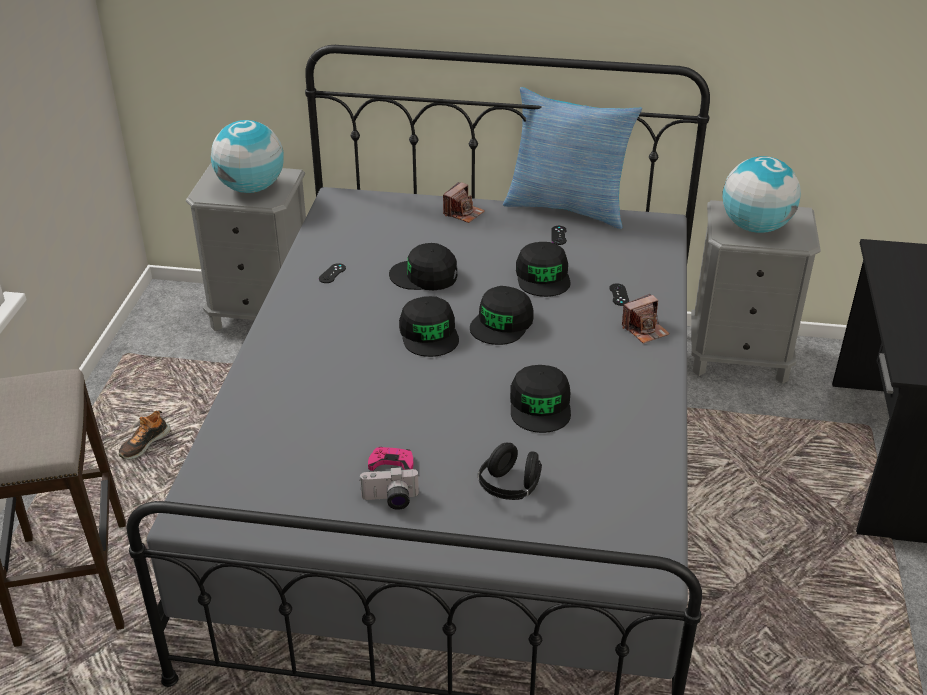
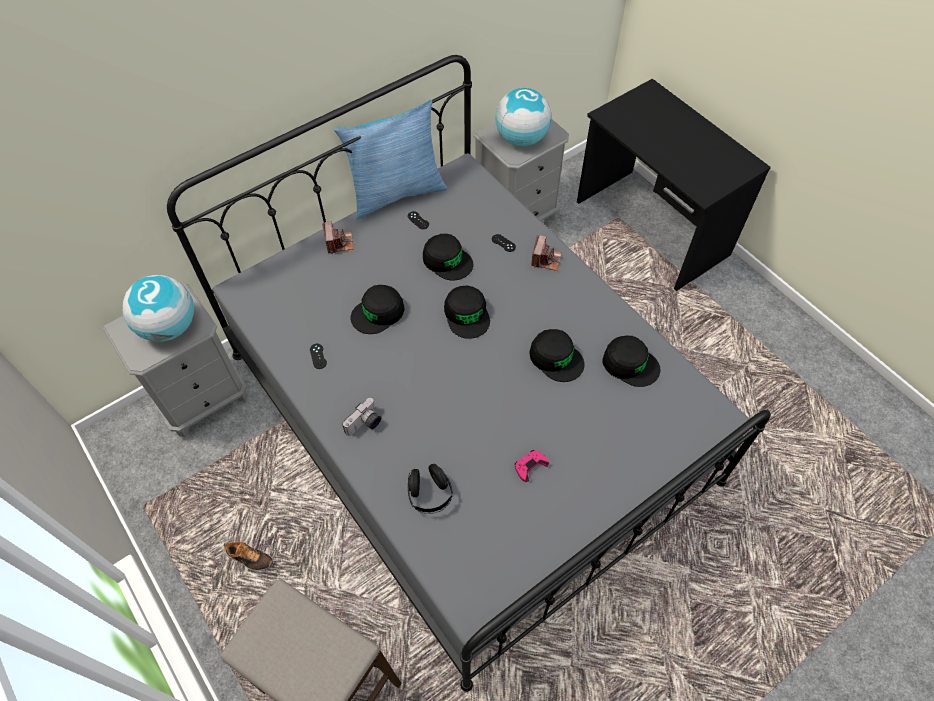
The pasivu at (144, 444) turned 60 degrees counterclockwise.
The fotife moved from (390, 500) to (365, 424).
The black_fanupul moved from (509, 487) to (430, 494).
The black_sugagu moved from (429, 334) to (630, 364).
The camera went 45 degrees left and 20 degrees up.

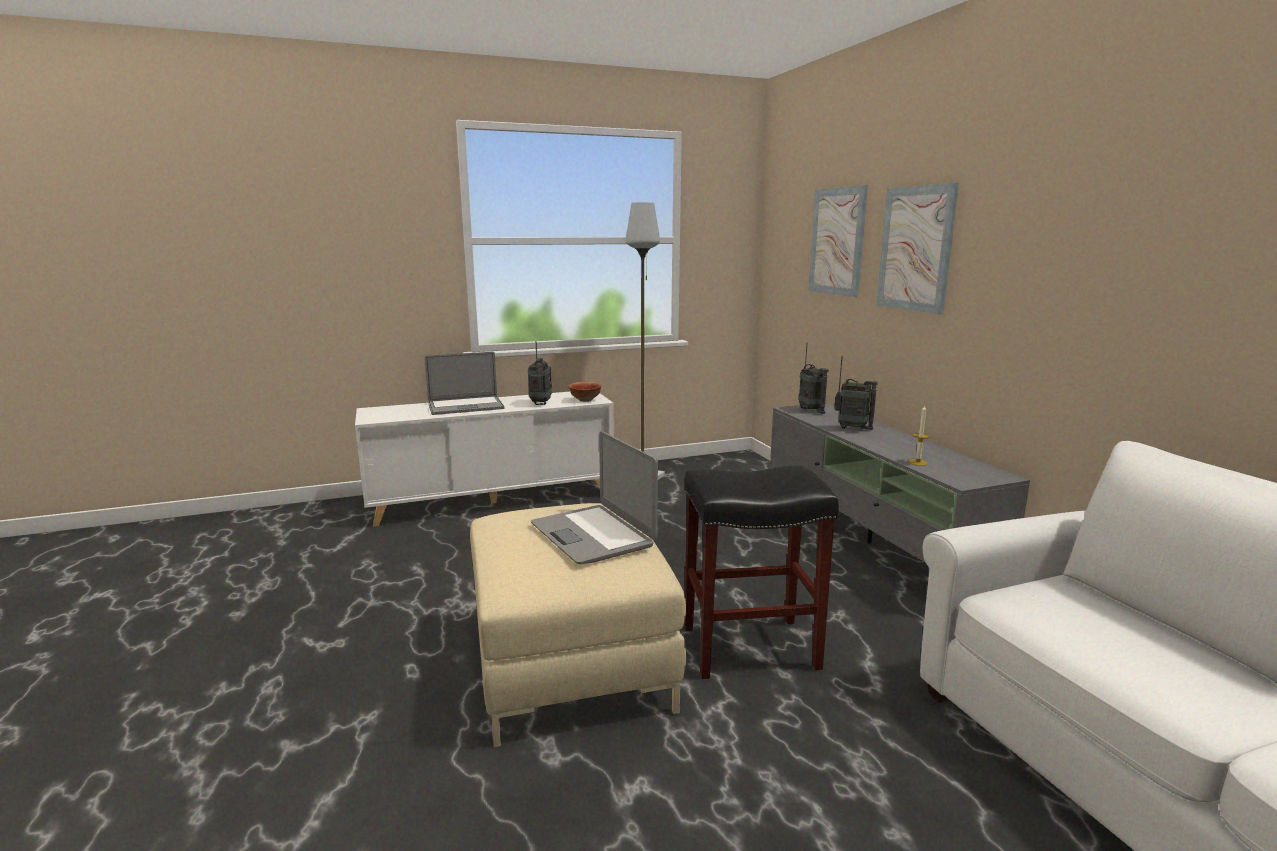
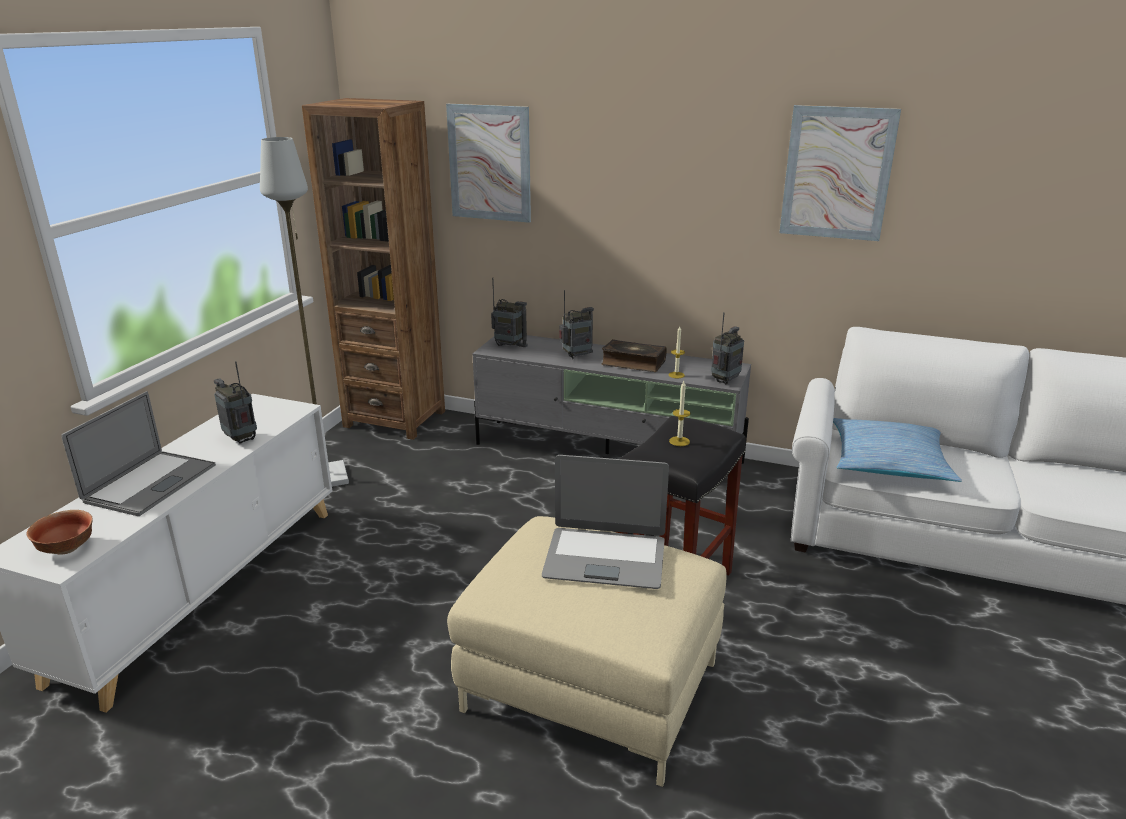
The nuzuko moved from (586, 400) to (68, 548).
The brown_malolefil at (395, 419) appeared.
The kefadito at (633, 363) appeared.
The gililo at (679, 441) appeared.
The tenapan at (725, 380) appeared.
The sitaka moved from (915, 249) to (837, 173).
The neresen at (888, 462) appeared.
The camera went 50 degrees left and 10 degrees up.

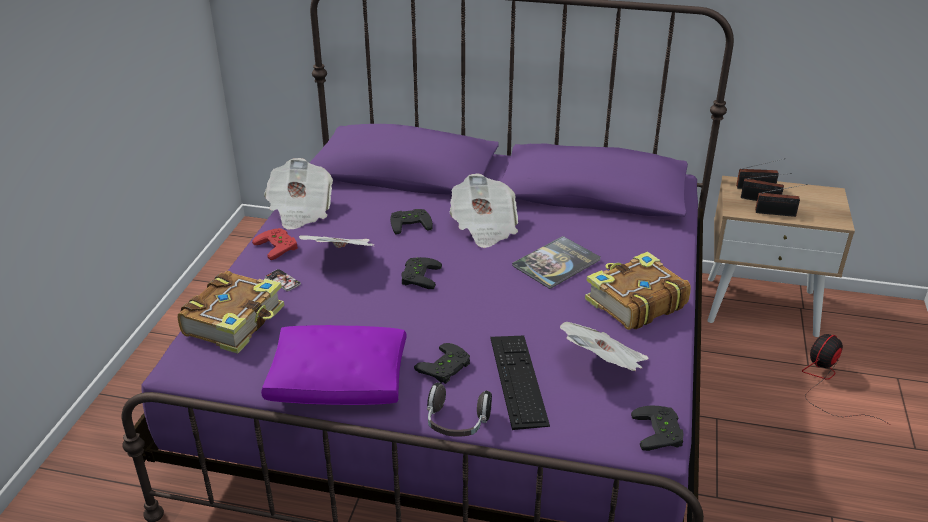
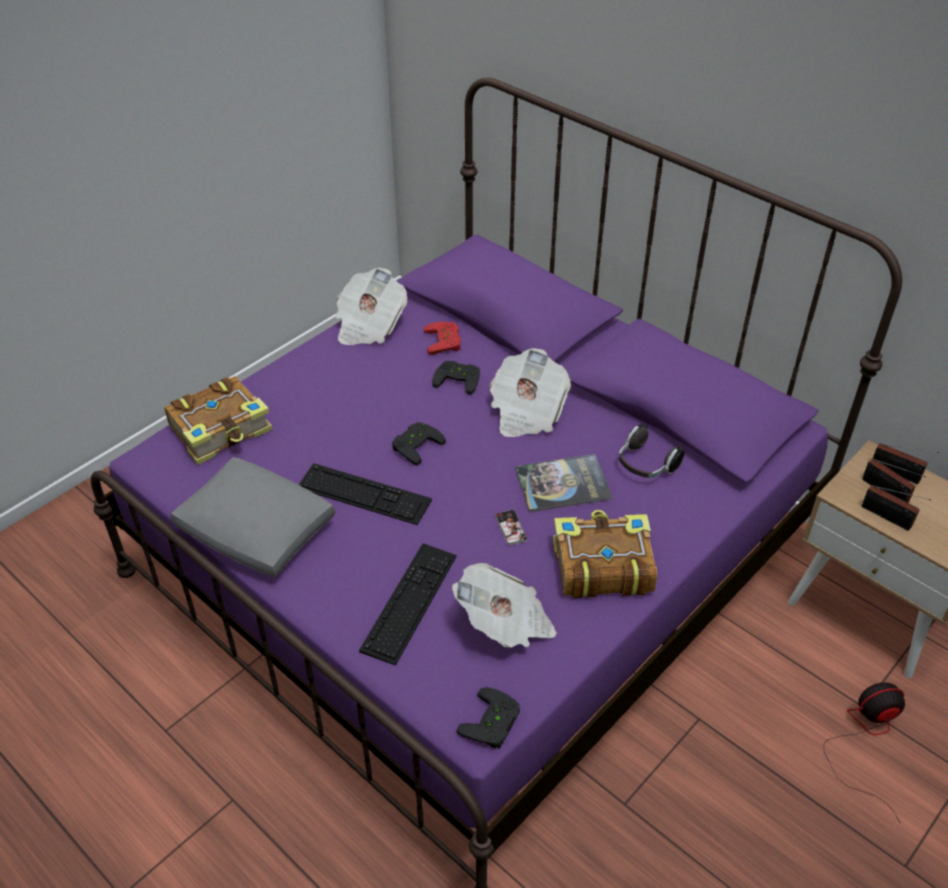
The purple_neresen at (340, 380) became the grey_neresen at (257, 530).
The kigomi at (364, 494) appeared.
The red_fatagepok moved from (279, 246) to (445, 341).
The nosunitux moved from (283, 281) to (510, 528).
The fanupul moved from (457, 424) to (645, 465).
The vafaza at (342, 257) disappeared.
The black_fatagepok at (446, 368) disappeared.
The camera went 30 degrees right and 10 degrees up.

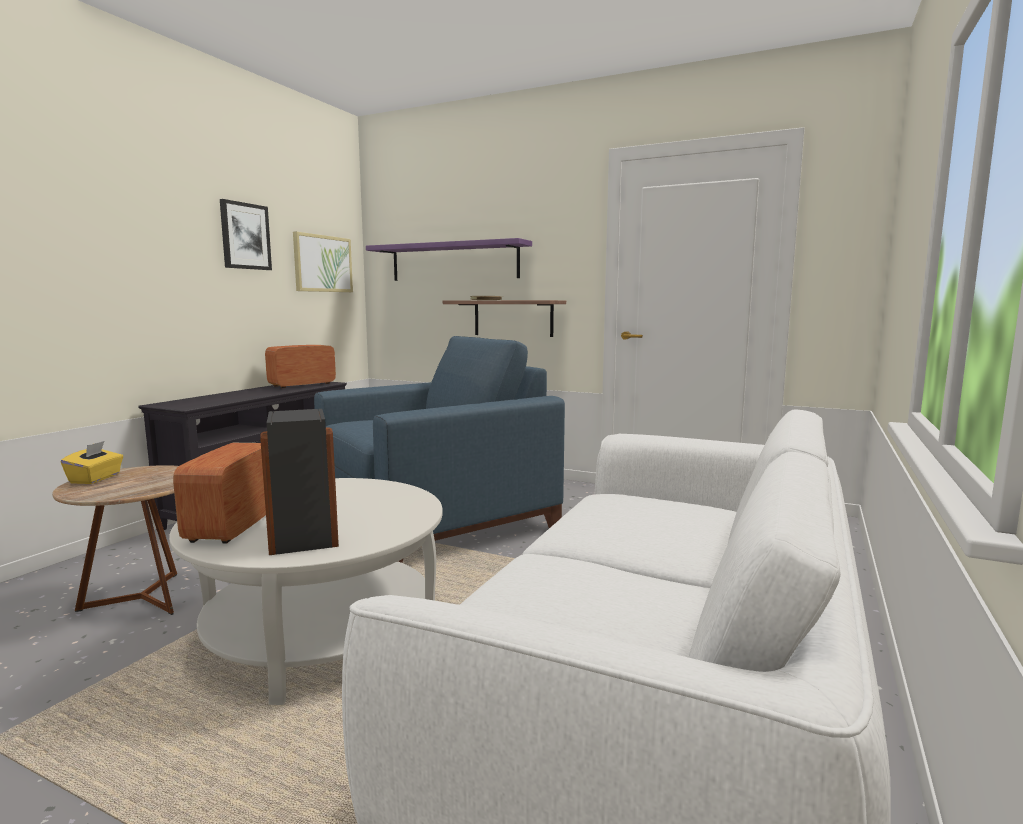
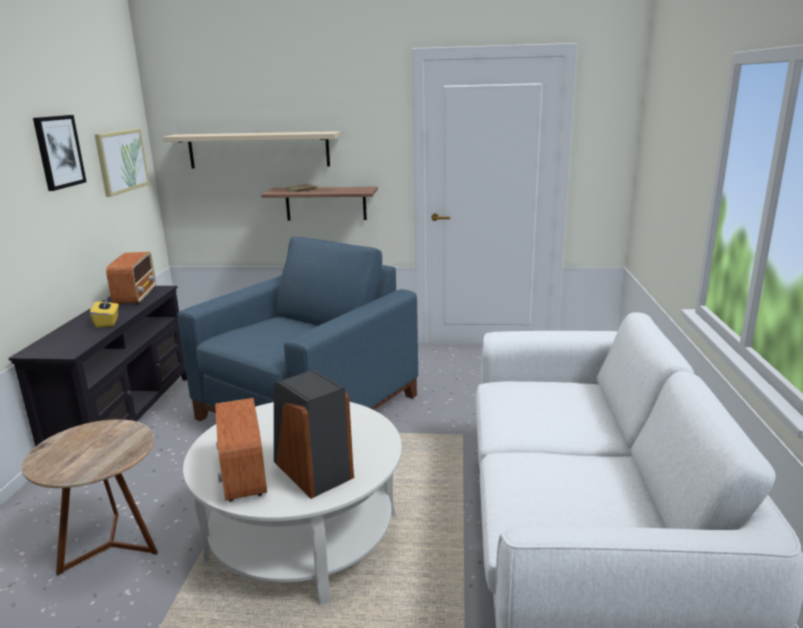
The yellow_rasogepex moved from (95, 479) to (107, 322).
The tenapan at (301, 385) turned 150 degrees clockwise.
The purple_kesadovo at (454, 262) became the beige_kesadovo at (258, 150).
The camera went 20 degrees left and 10 degrees up.

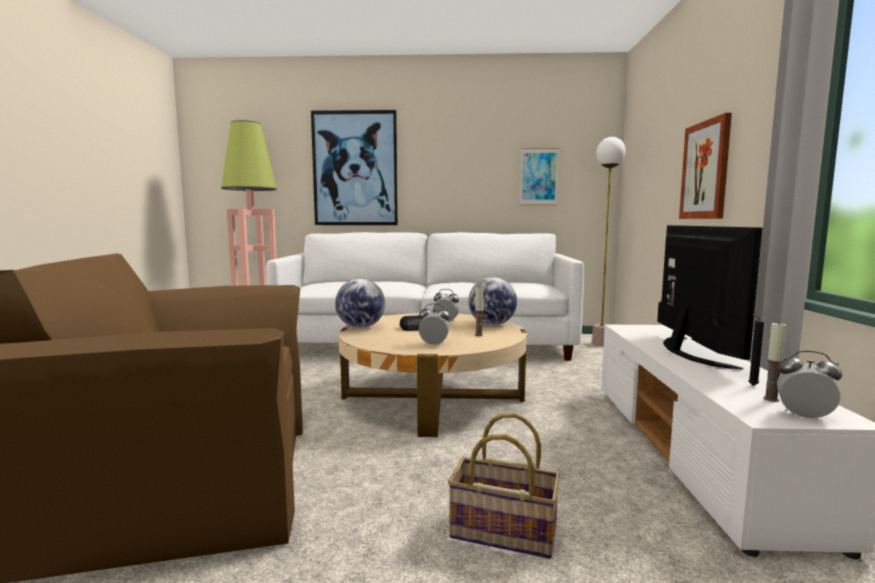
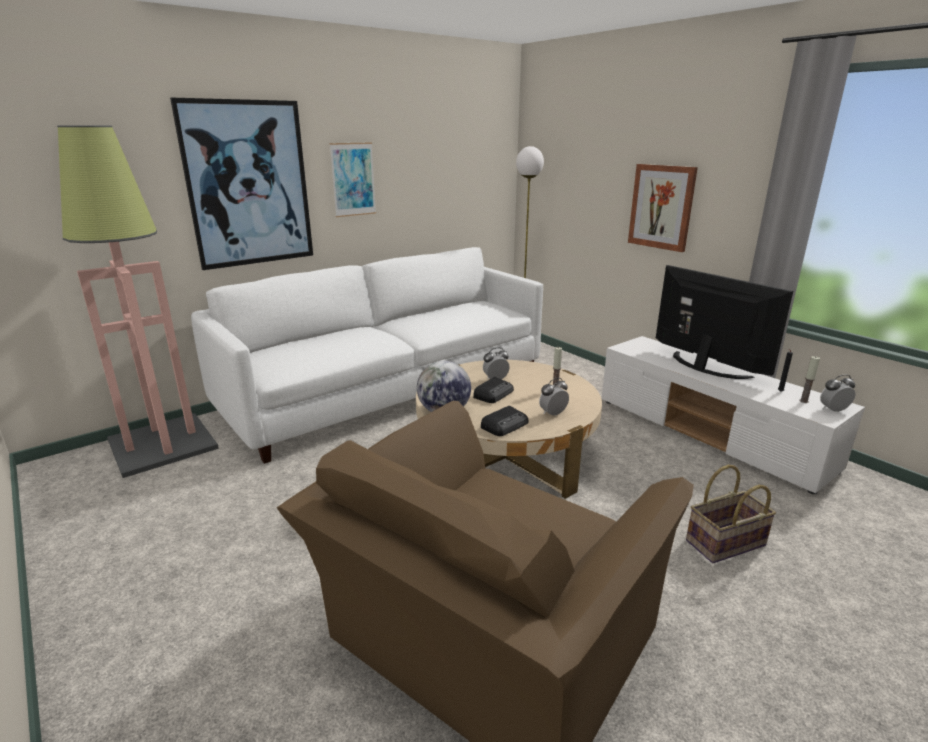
The sitaka moved from (538, 177) to (353, 179).
The tenapan at (505, 425) appeared.
The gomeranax at (492, 325) disappeared.
The camera went 40 degrees left and 15 degrees up.

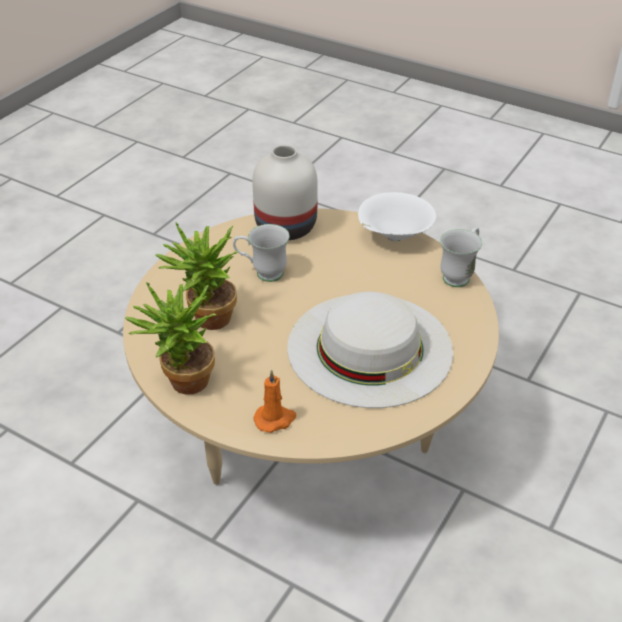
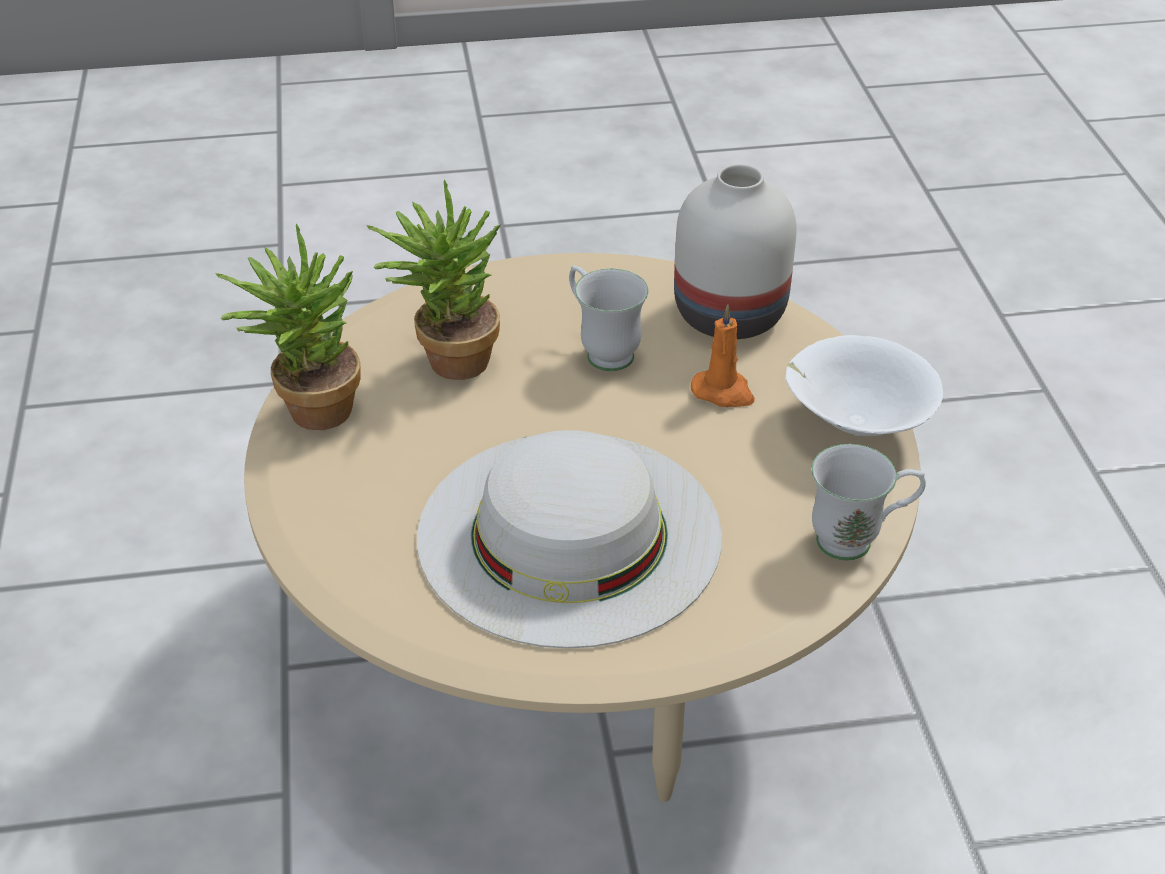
The orange_gililo moved from (275, 419) to (723, 392).
The camera went 50 degrees right and 0 degrees up.

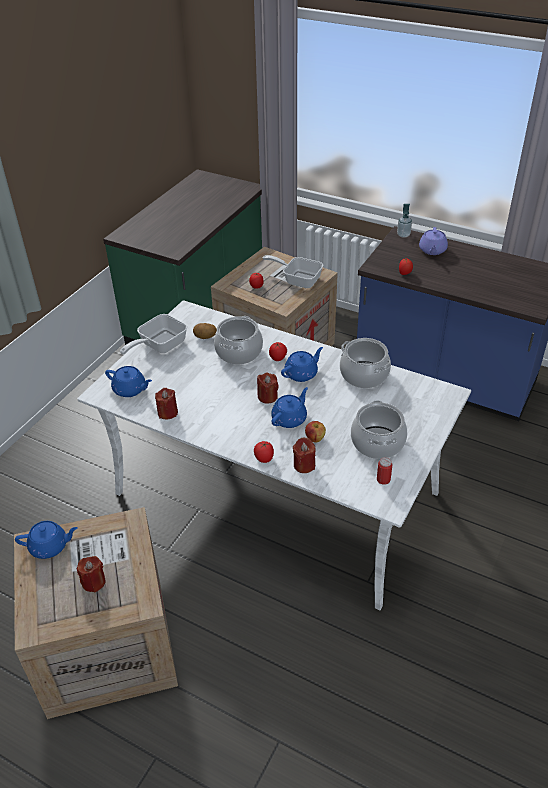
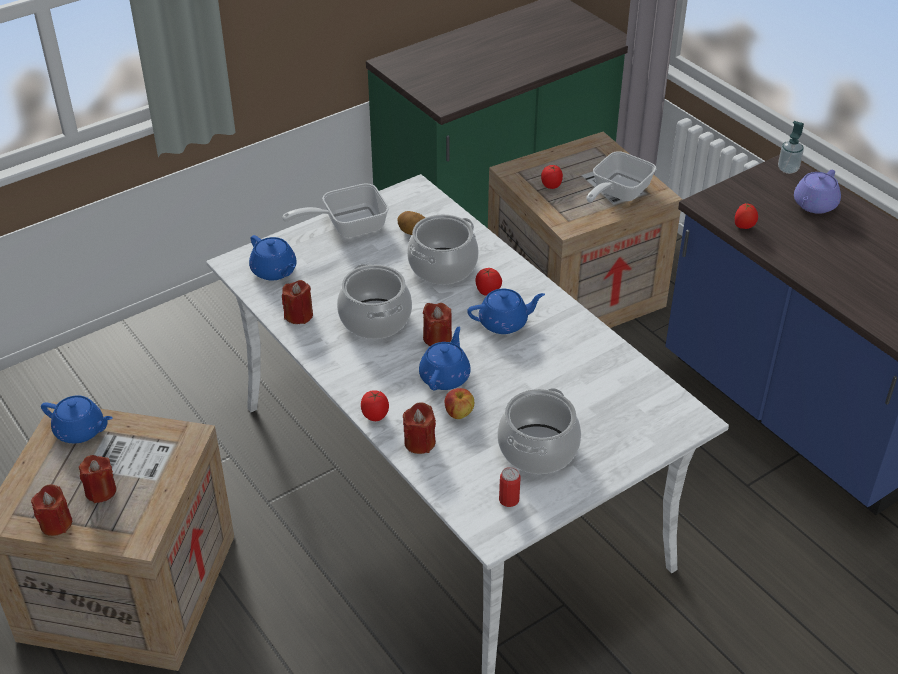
The red_gililo at (56, 523) appeared.
The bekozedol moved from (364, 375) to (375, 319).
The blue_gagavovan at (290, 418) turned 45 degrees counterclockwise.
The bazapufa at (298, 279) turned 105 degrees counterclockwise.
The camera went 25 degrees right and 0 degrees up.

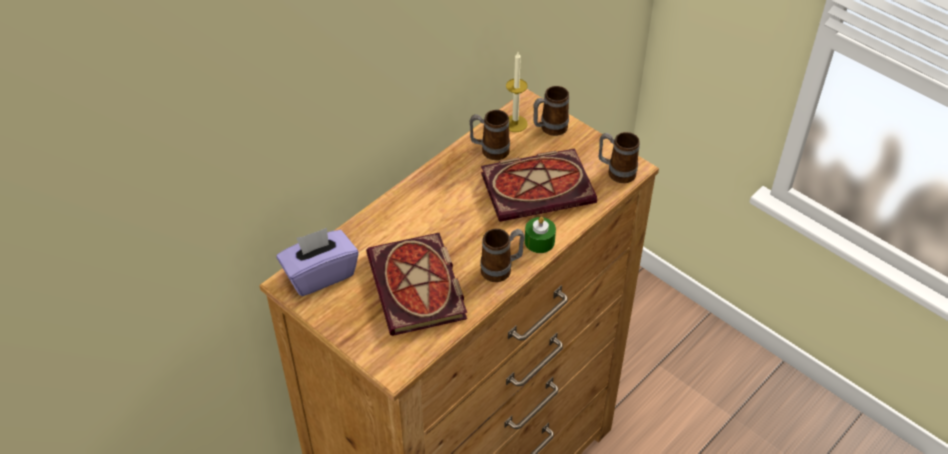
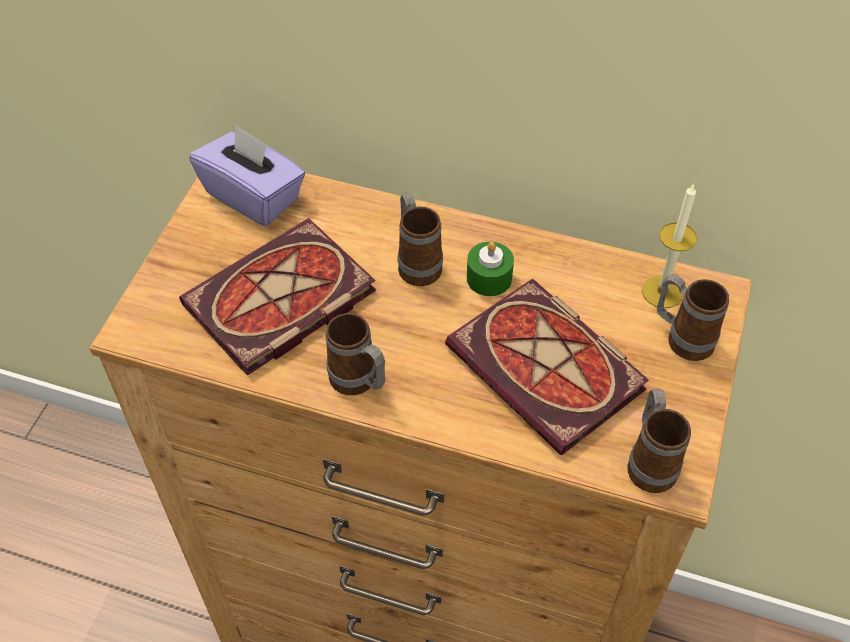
The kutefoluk moved from (489, 151) to (417, 263).
The green_gililo moved from (539, 241) to (489, 278).
The camera went 65 degrees right and 5 degrees up.

